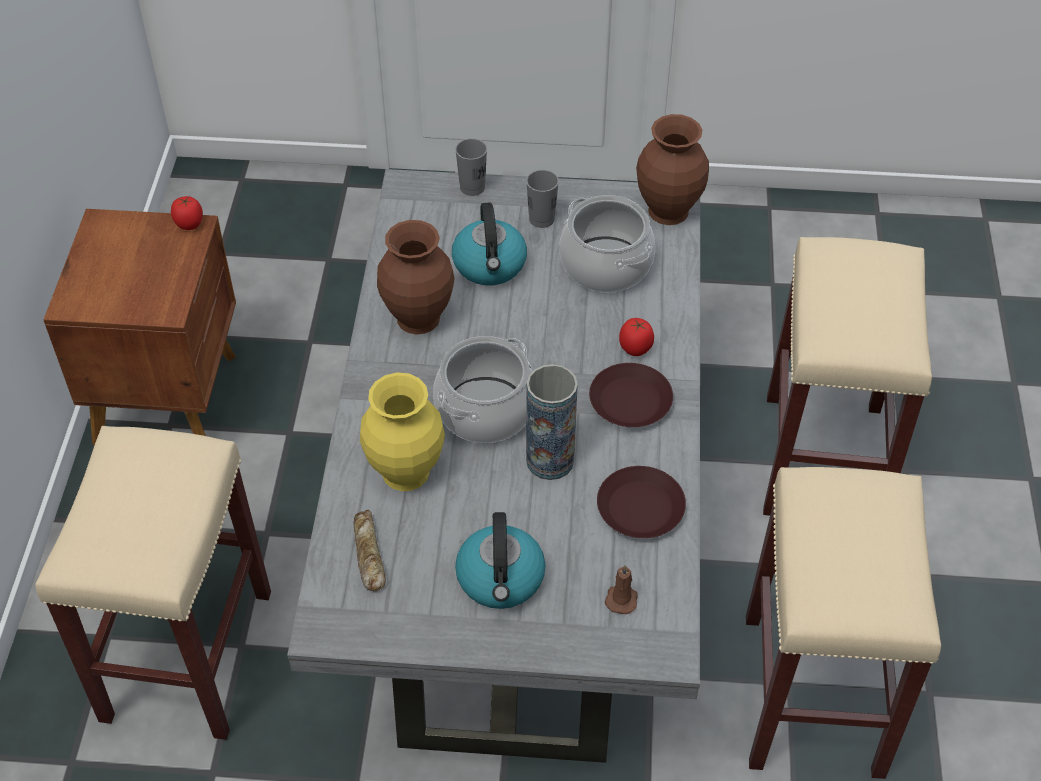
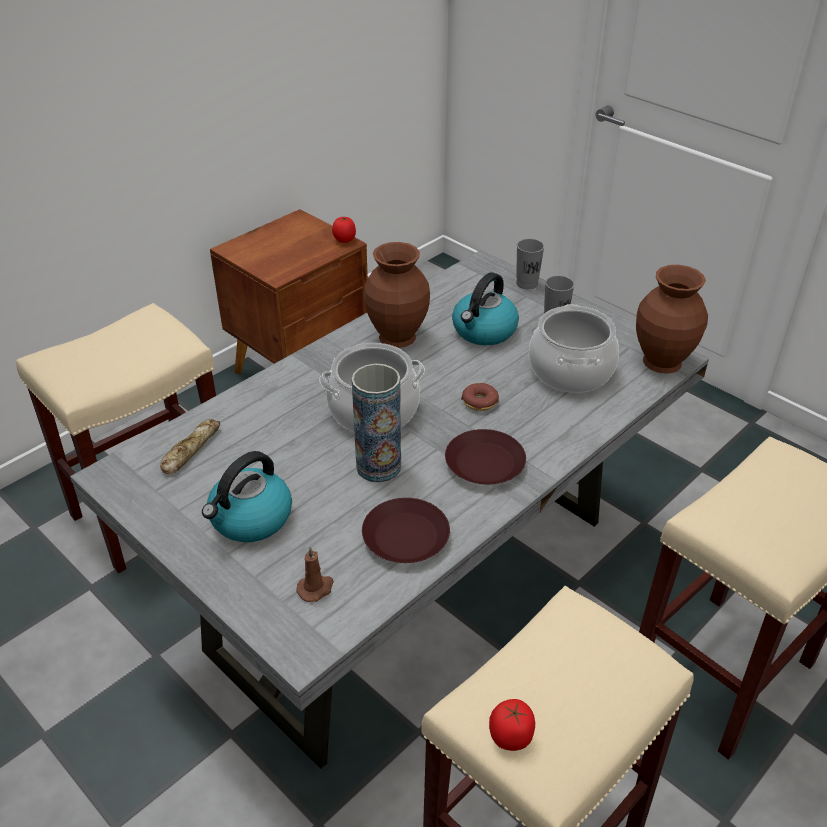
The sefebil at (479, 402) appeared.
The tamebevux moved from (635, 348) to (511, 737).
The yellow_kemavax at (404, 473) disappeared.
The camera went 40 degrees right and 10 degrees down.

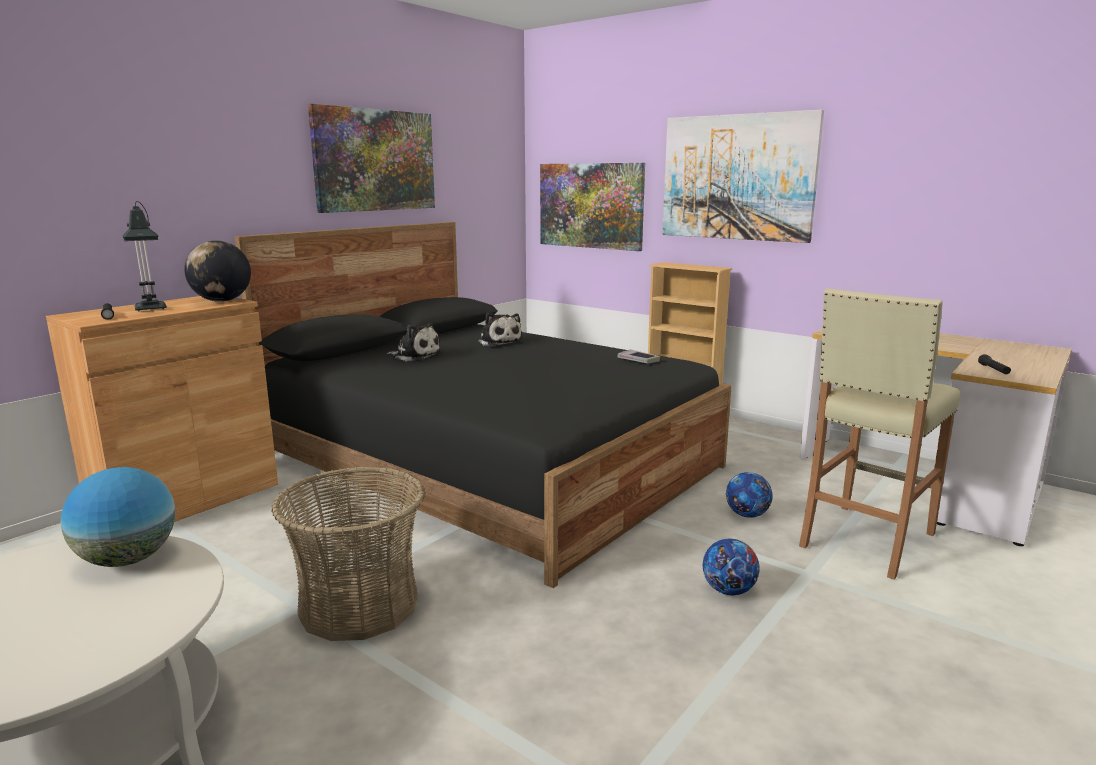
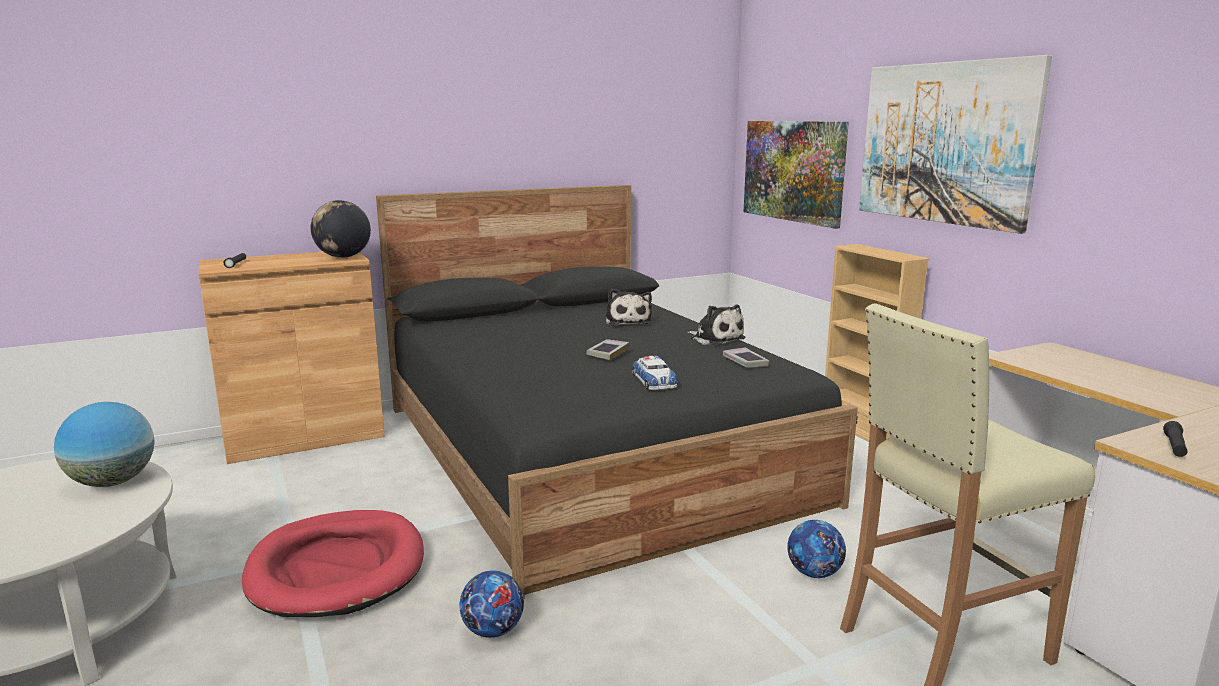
The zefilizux at (359, 605) was replaced by the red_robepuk at (337, 569).
The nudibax moved from (728, 590) to (493, 631).
The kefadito at (607, 353) appeared.
The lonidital at (654, 381) appeared.
The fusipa moved from (415, 356) to (715, 339).
The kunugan at (151, 310) disappeared.
The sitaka at (375, 160) disappeared.
The camera went 25 degrees right and 0 degrees up.

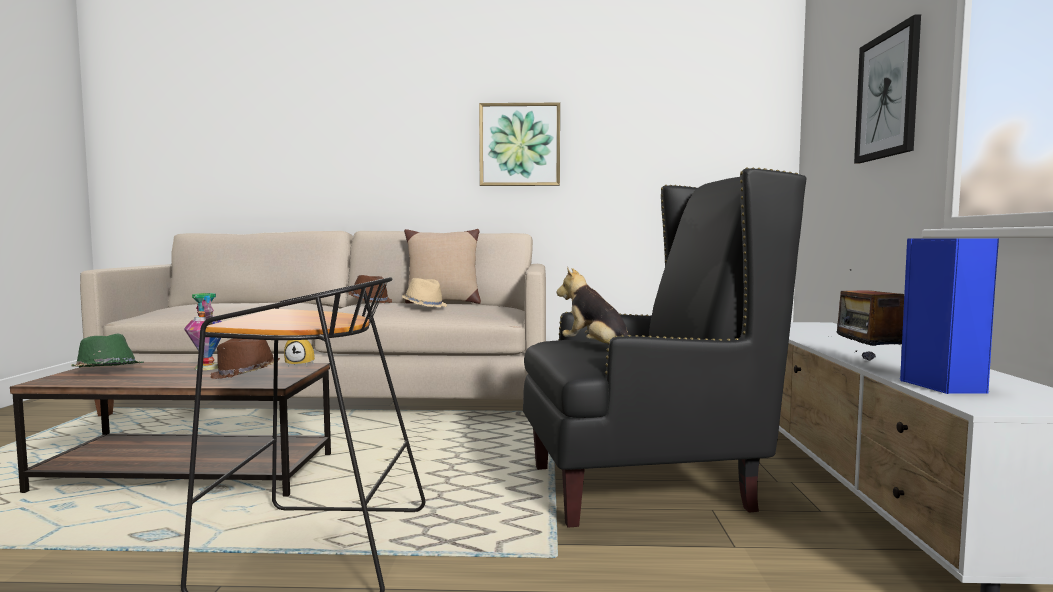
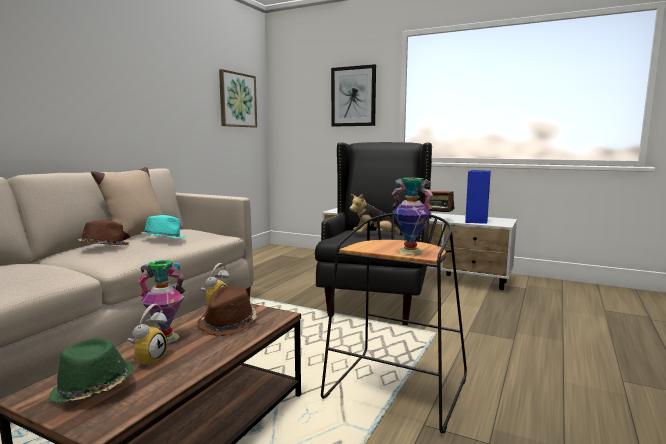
The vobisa at (148, 359) appeared.
The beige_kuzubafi at (425, 306) became the turquoise_kuzubafi at (163, 239).
The sitaka moved from (519, 145) to (237, 100).
The kemavax at (410, 252) appeared.
The camera went 65 degrees left and 5 degrees up.

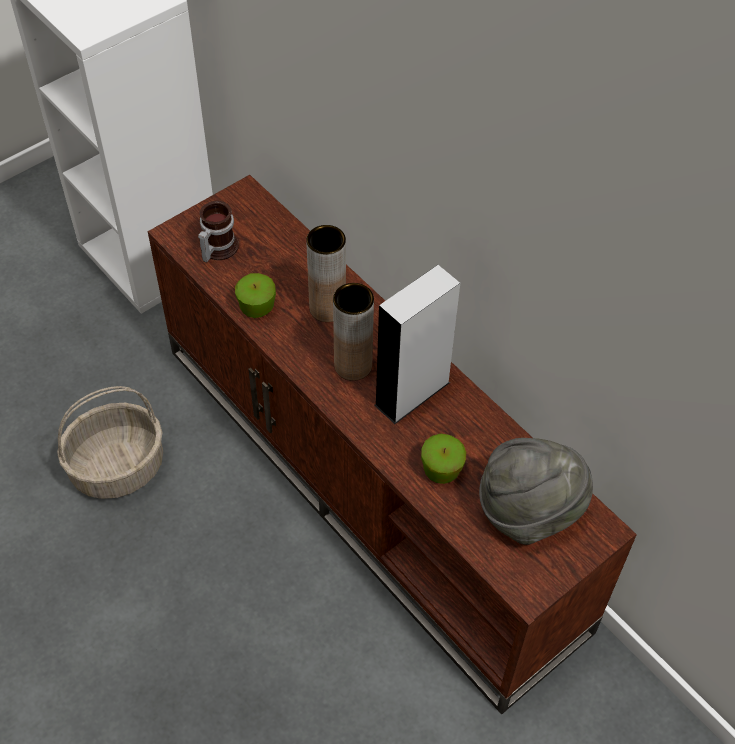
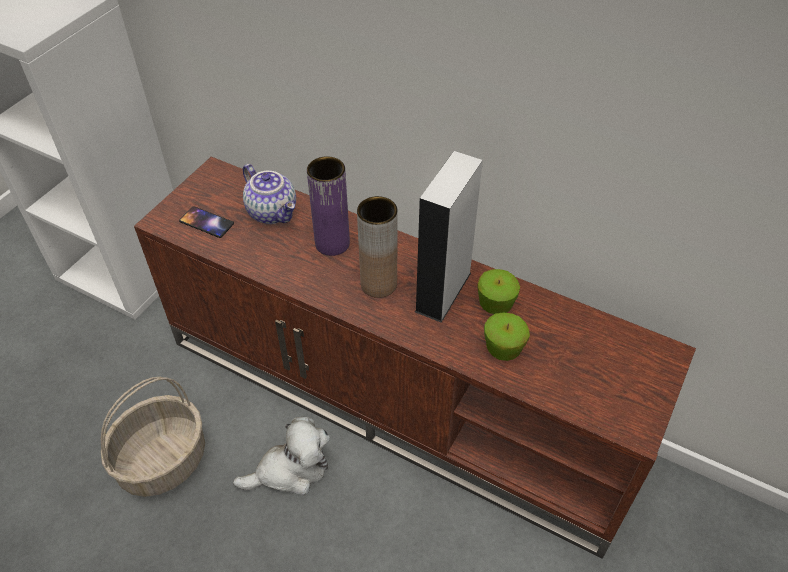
The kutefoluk at (216, 248) was replaced by the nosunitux at (206, 222).
The fusipa at (290, 470) appeared.
The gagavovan at (273, 212) appeared.
The brown_kemavax at (327, 308) became the purple_kemavax at (332, 243).
The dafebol moved from (257, 307) to (495, 304).
The grey_kuzubafi at (528, 510) disappeared.
The camera went 20 degrees left and 5 degrees down.

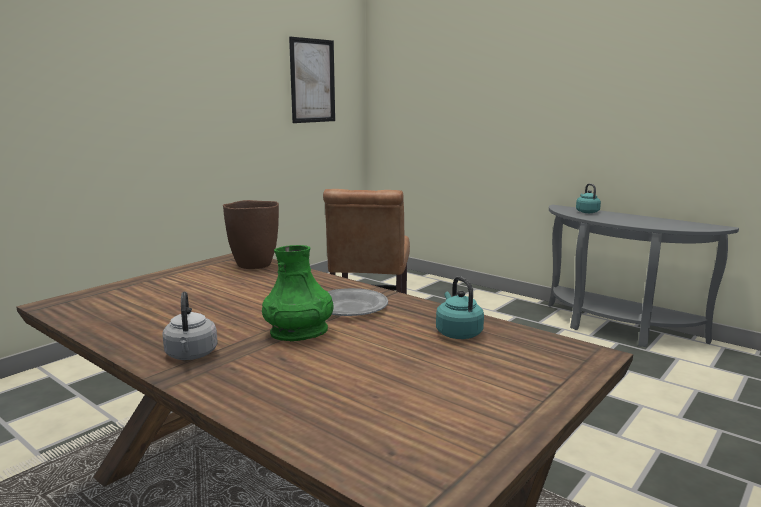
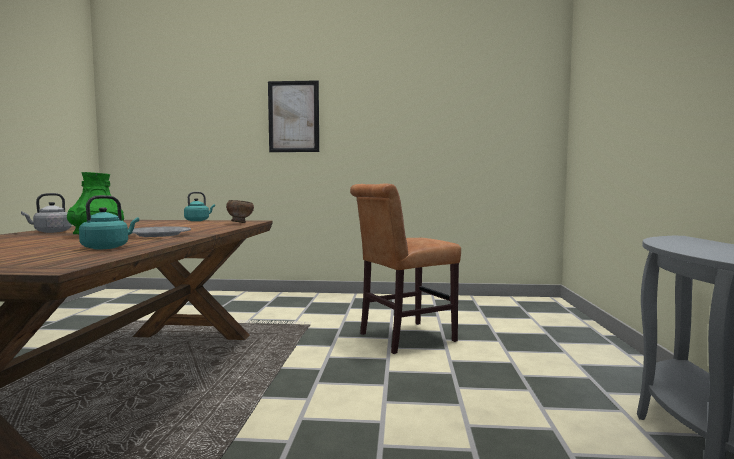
The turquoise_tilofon moved from (586, 212) to (198, 220).
The brown_kemavax at (254, 265) was replaced by the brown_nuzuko at (240, 223).
The sitaka moved from (312, 81) to (293, 116).
The camera went 55 degrees right and 10 degrees down.

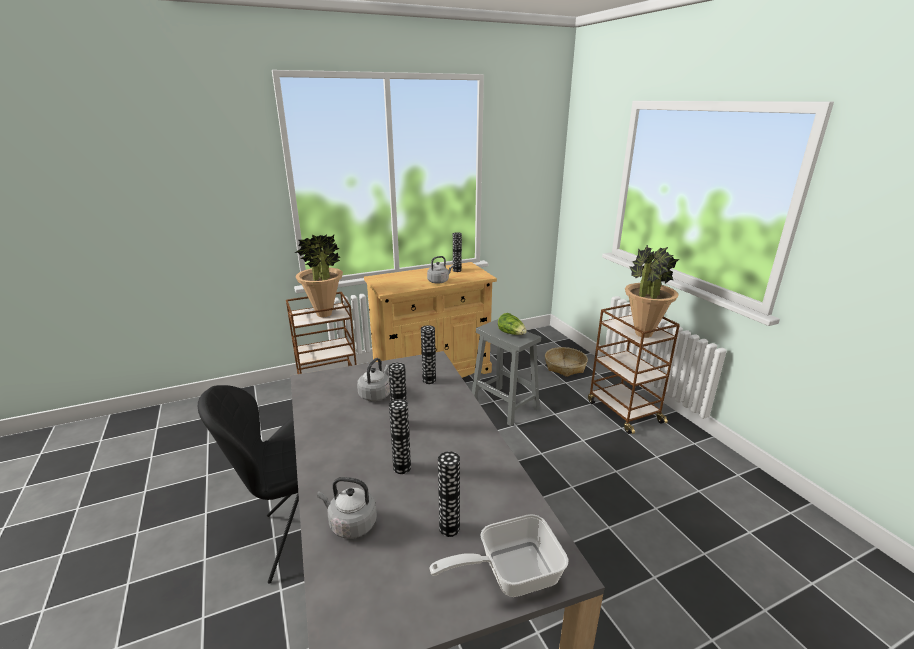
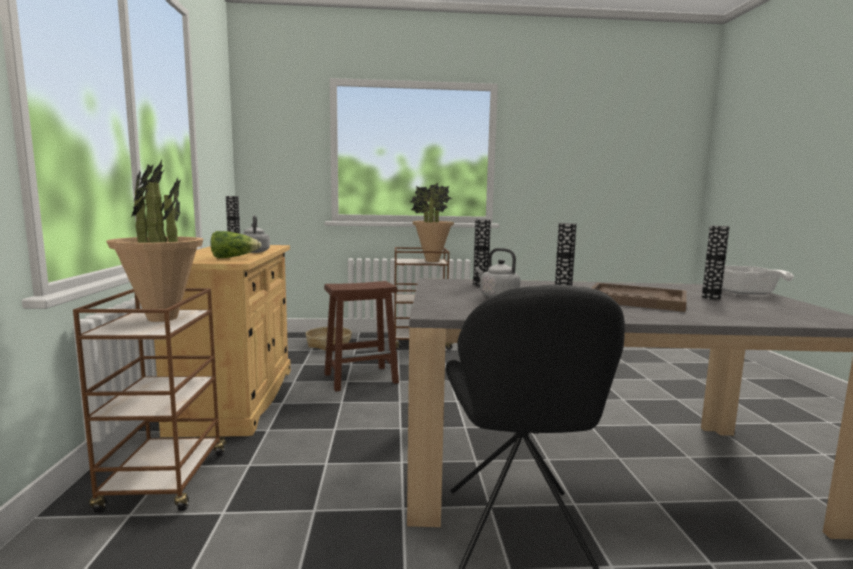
The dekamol moved from (511, 333) to (233, 257).
The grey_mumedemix at (505, 406) became the brown_mumedemix at (362, 378).
The kemavax at (402, 468) was replaced by the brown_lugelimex at (635, 300).
The grey_tilofon at (350, 524) disappeared.
The camera went 70 degrees left and 15 degrees down.

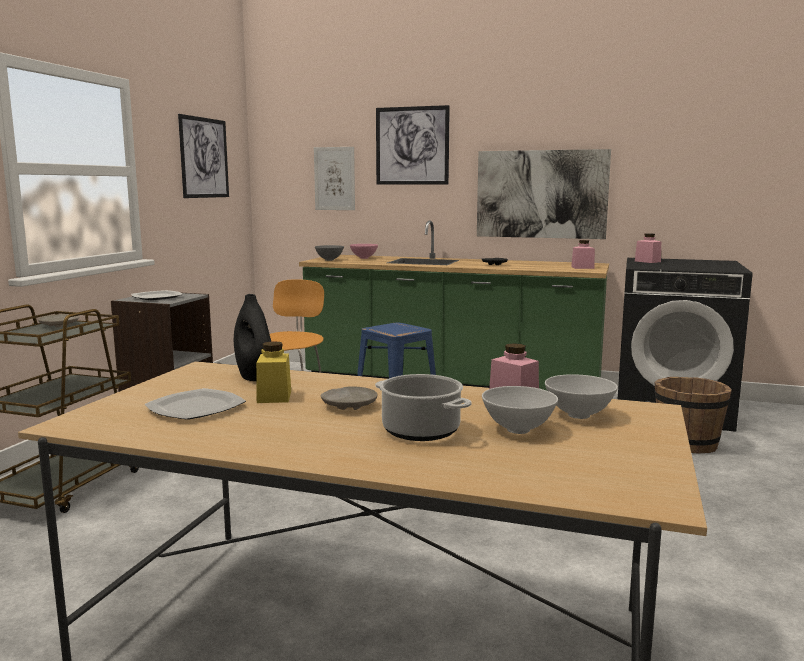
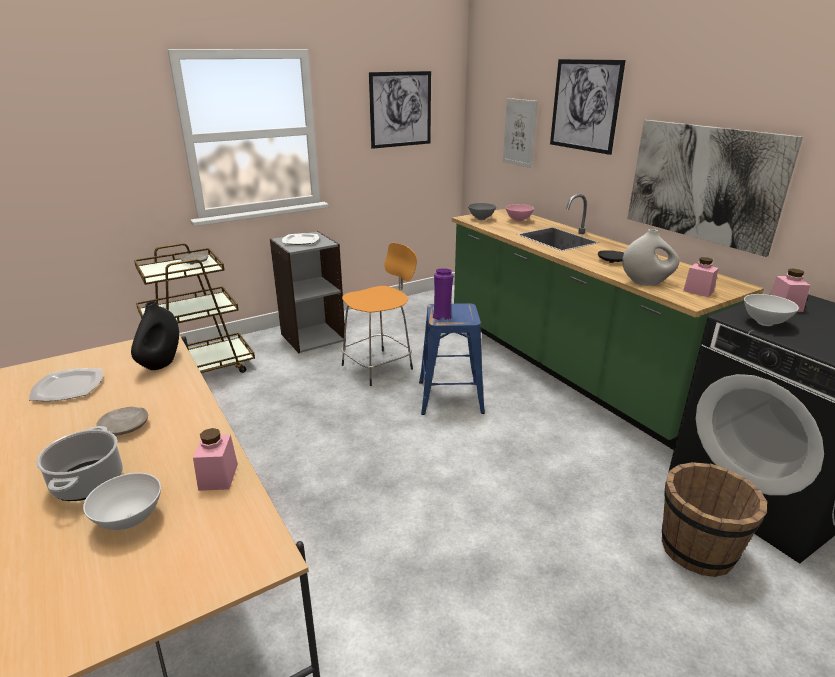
The purple_kemavax at (442, 316) appeared.
The white_kemavax at (646, 282) appeared.
The white_nuzuko moved from (579, 415) to (765, 323).
The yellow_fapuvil at (274, 396) disappeared.
The camera went 40 degrees right and 15 degrees up.

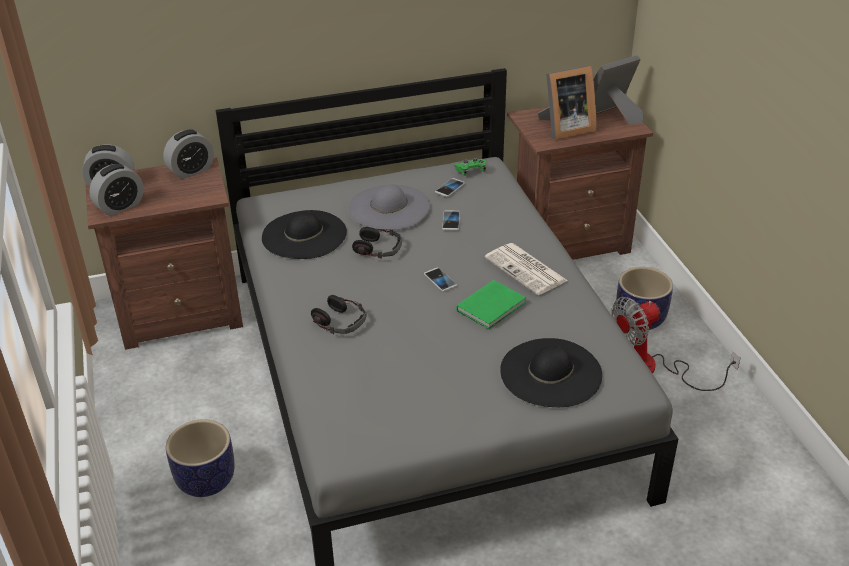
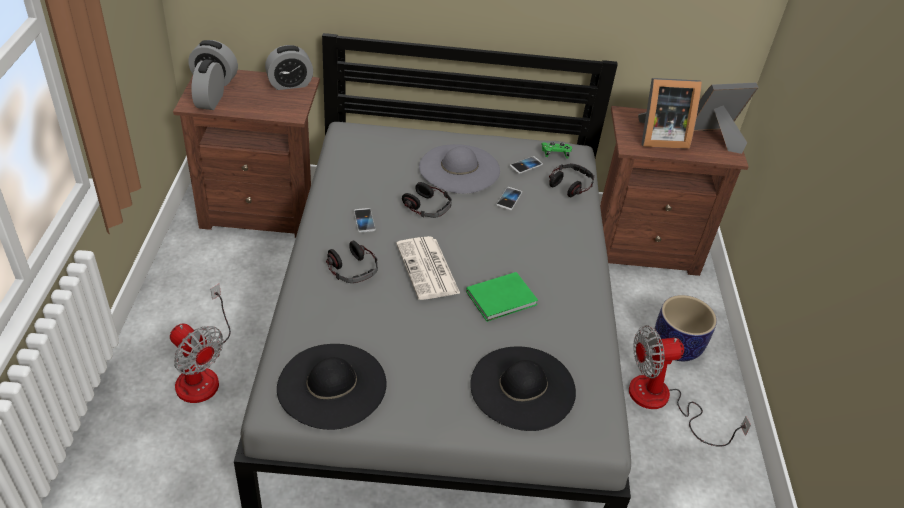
The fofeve at (206, 480) was replaced by the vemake at (202, 373).
The vobisa at (120, 206) turned 120 degrees clockwise.
The black_kuzubafi moved from (304, 235) to (332, 385).
The nosunitux moved from (440, 280) to (364, 221).
The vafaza moved from (527, 270) to (428, 269).
The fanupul at (570, 184) appeared.
The camera went 15 degrees right and 5 degrees up.

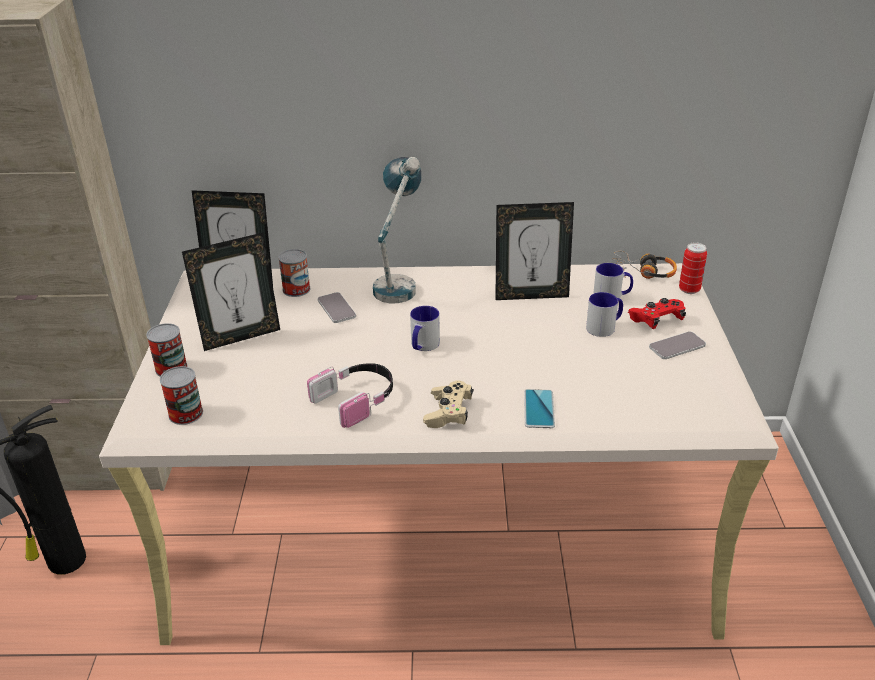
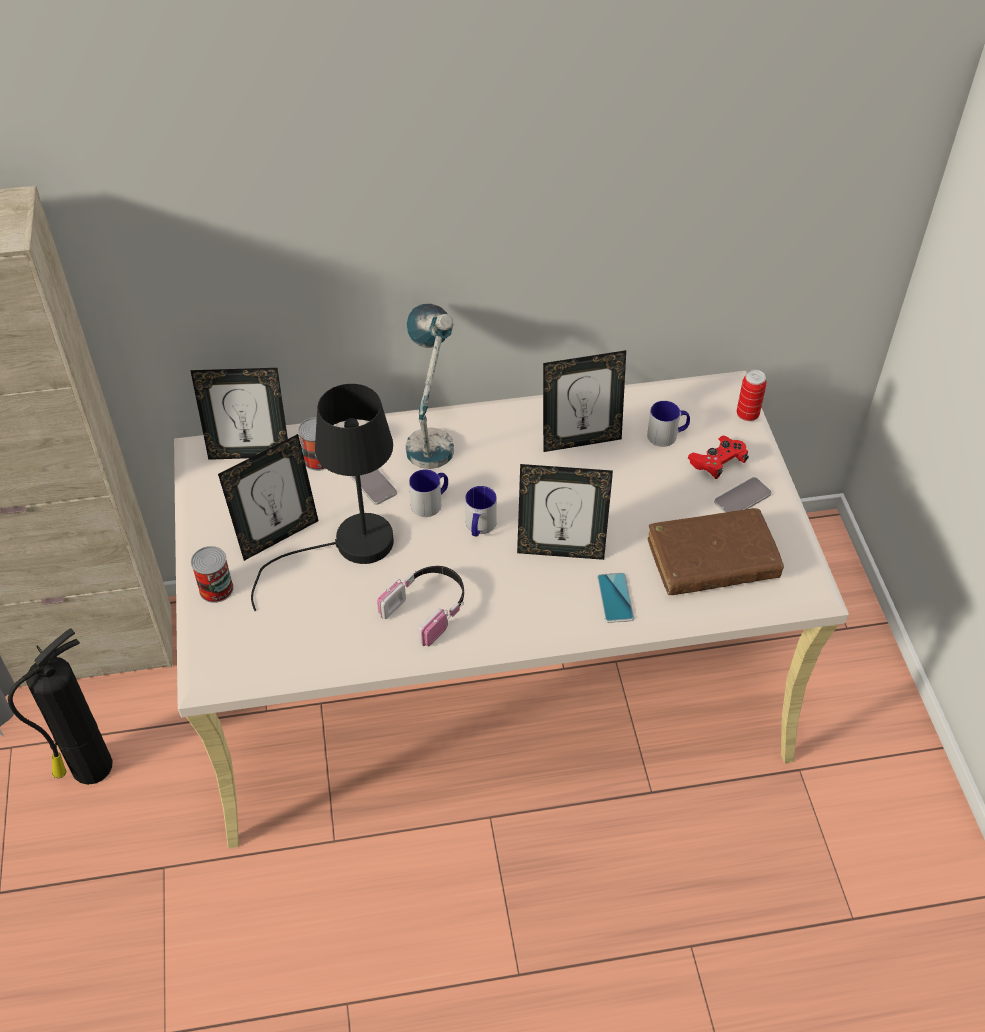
The black_kunugan at (347, 548) appeared.
The kutefoluk moved from (604, 327) to (431, 502).
The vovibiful at (561, 550) appeared.
The brown_kefadito at (712, 561) appeared.
The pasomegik at (186, 414) disappeared.
The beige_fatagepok at (448, 413) disappeared.
The fanupul at (643, 272) disappeared.
The camera went 10 degrees left and 15 degrees up.

